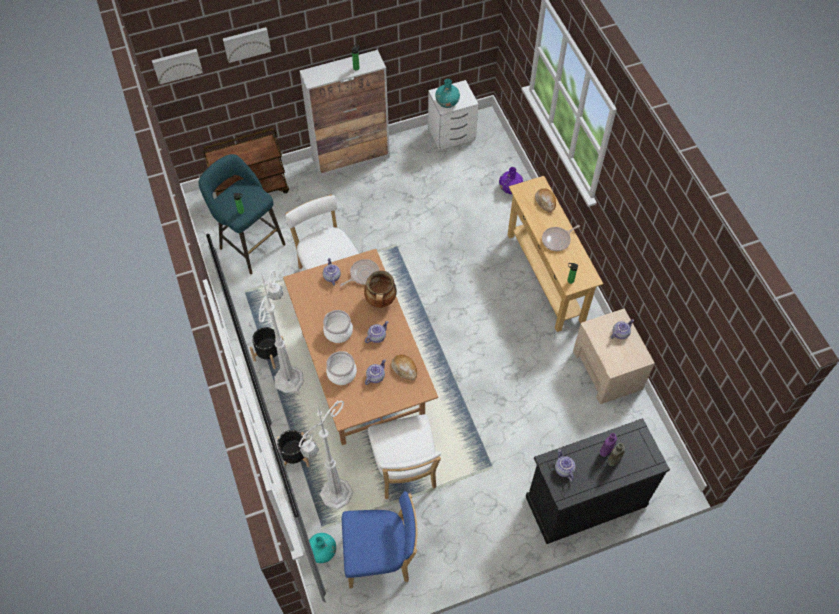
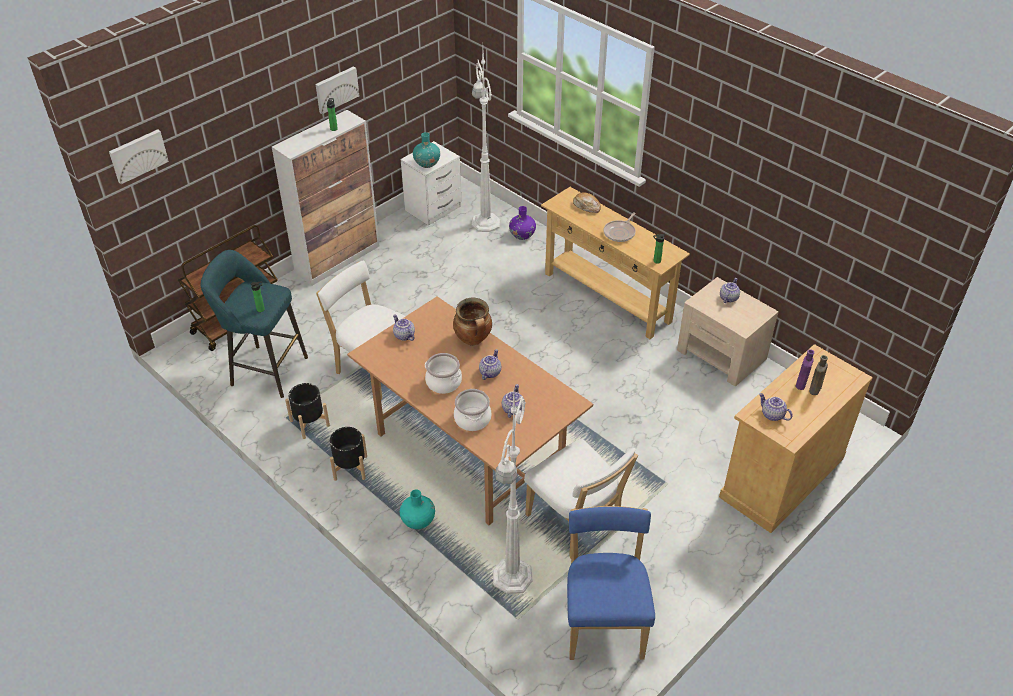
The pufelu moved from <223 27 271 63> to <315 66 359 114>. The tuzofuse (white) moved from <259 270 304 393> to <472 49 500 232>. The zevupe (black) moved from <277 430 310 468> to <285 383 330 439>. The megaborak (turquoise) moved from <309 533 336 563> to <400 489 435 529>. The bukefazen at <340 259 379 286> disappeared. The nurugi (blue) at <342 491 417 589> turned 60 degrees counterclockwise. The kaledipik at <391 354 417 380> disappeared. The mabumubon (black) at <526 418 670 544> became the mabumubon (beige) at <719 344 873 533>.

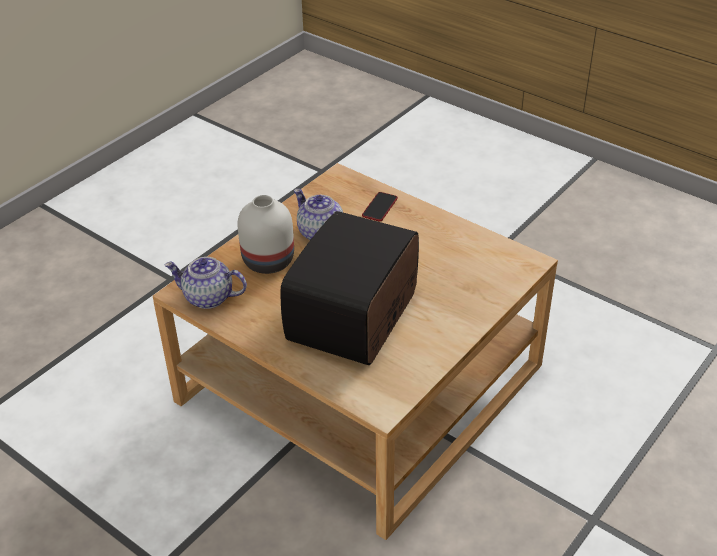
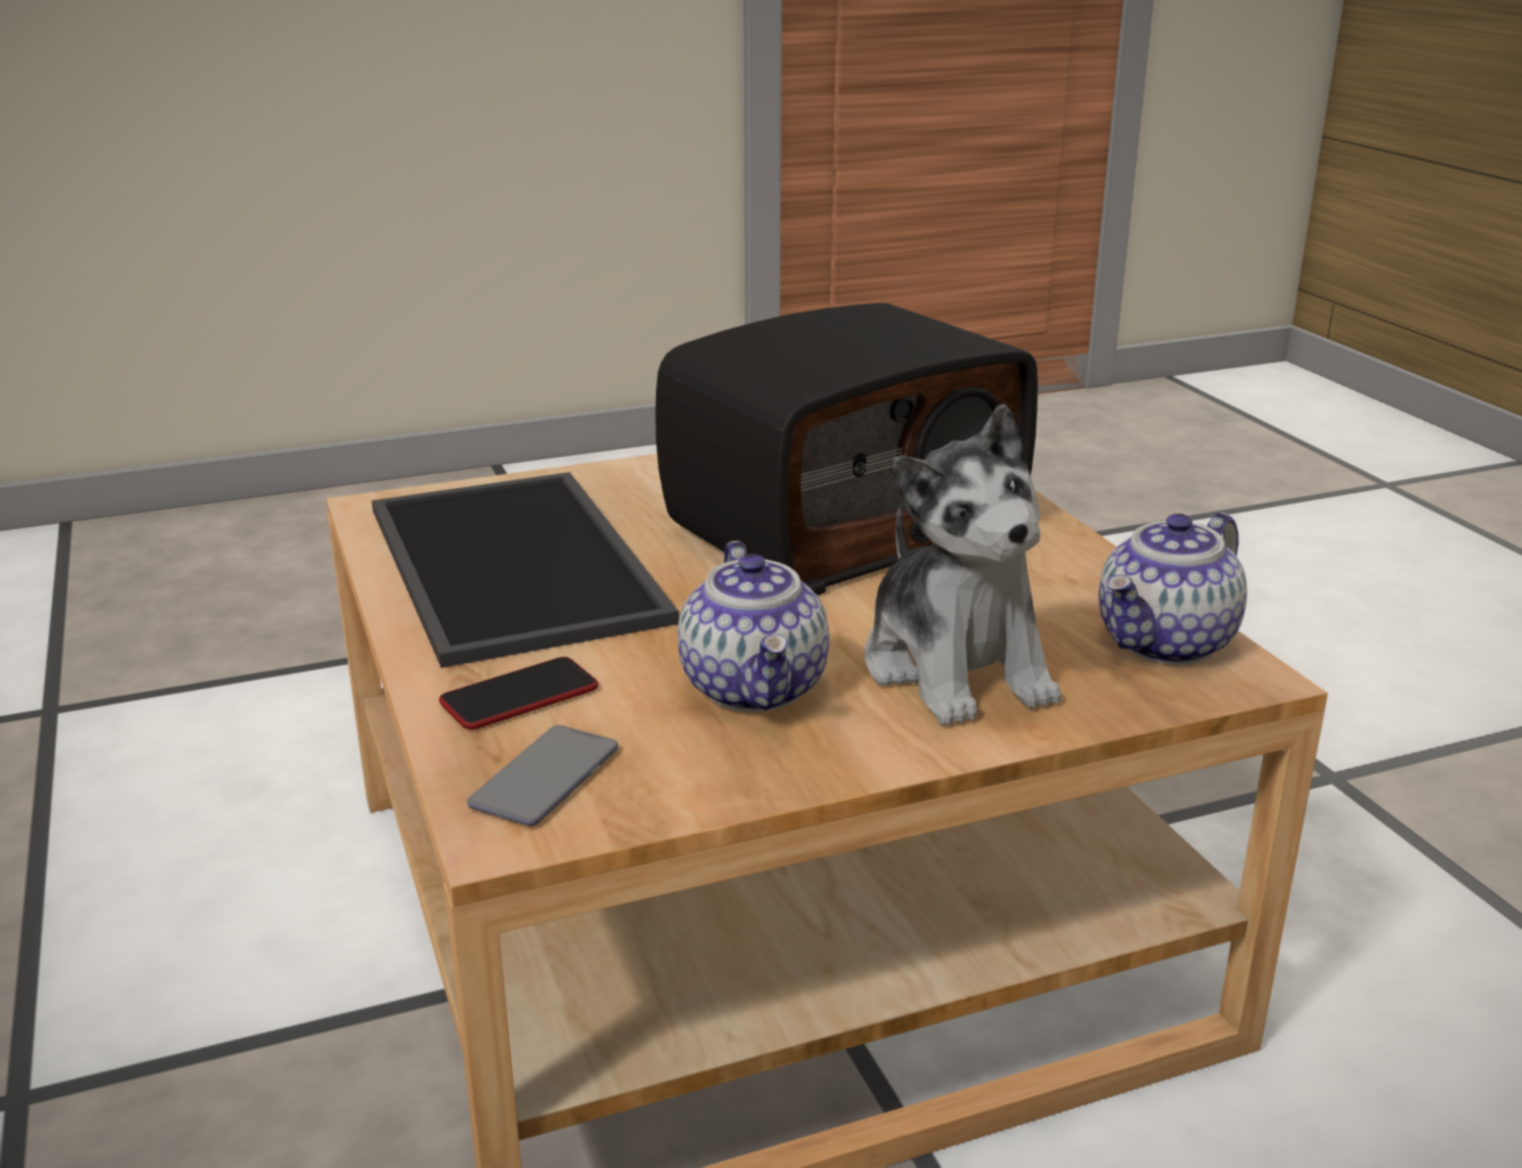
The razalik at <165 257 247 309> turned 90 degrees clockwise. The megaborak (white) at <237 195 294 274> was replaced by the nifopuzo at <864 403 1061 726>. The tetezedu at <372 472 679 668> appeared. The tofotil at <467 725 618 826> appeared.

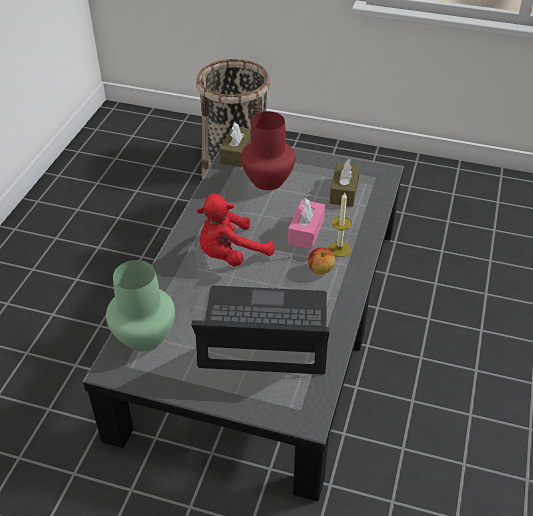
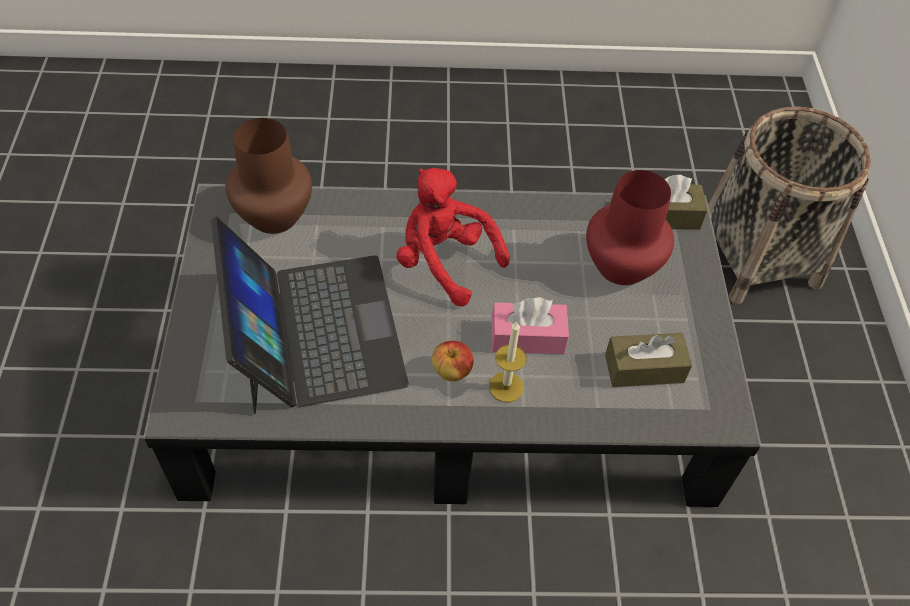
The megaborak (green) at <106 260 175 352> became the megaborak (brown) at <226 118 312 234>.

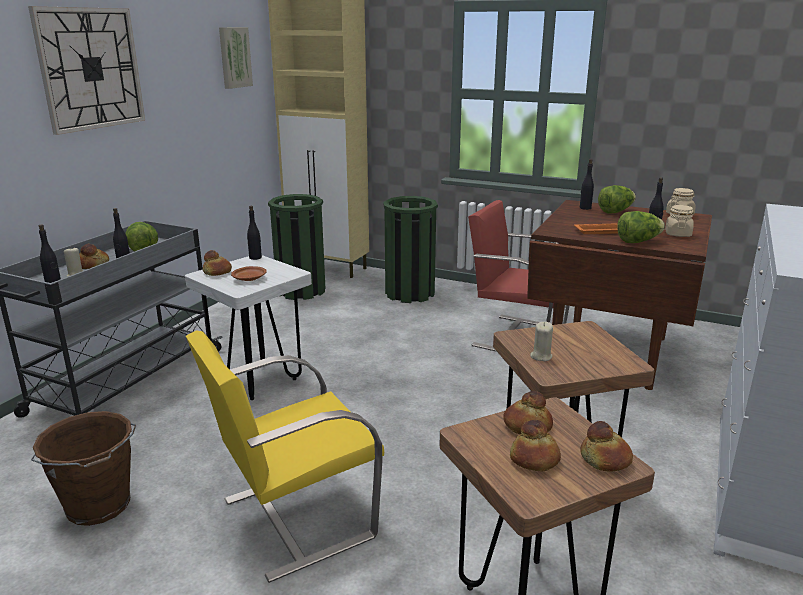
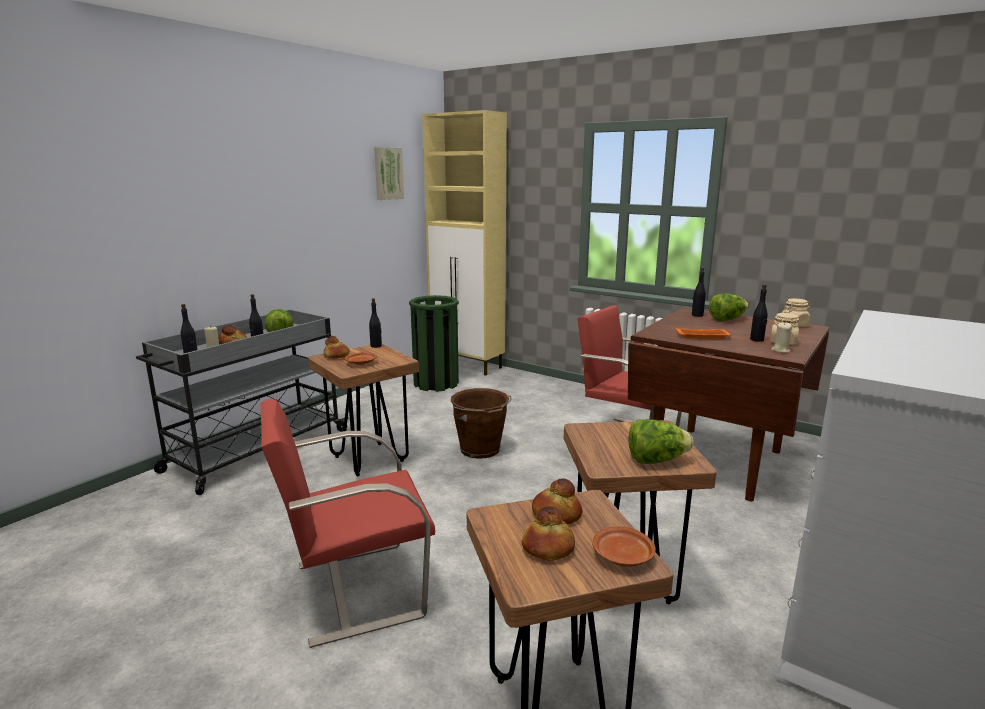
The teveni at <28 6 145 135> disappeared. The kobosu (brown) moved from <31 411 137 526> to <451 388 511 459>. The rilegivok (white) at <185 255 312 400> became the rilegivok (brown) at <308 344 419 476>. The nurugi (yellow) at <186 330 384 583> became the nurugi (red) at <260 399 435 648>. The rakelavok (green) at <383 196 438 303> disappeared. The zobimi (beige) moved from <530 322 553 361> to <771 322 792 353>. The kaledipik at <580 421 633 472> was replaced by the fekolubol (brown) at <592 526 656 567>. The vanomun moved from <617 211 665 243> to <629 419 693 464>.

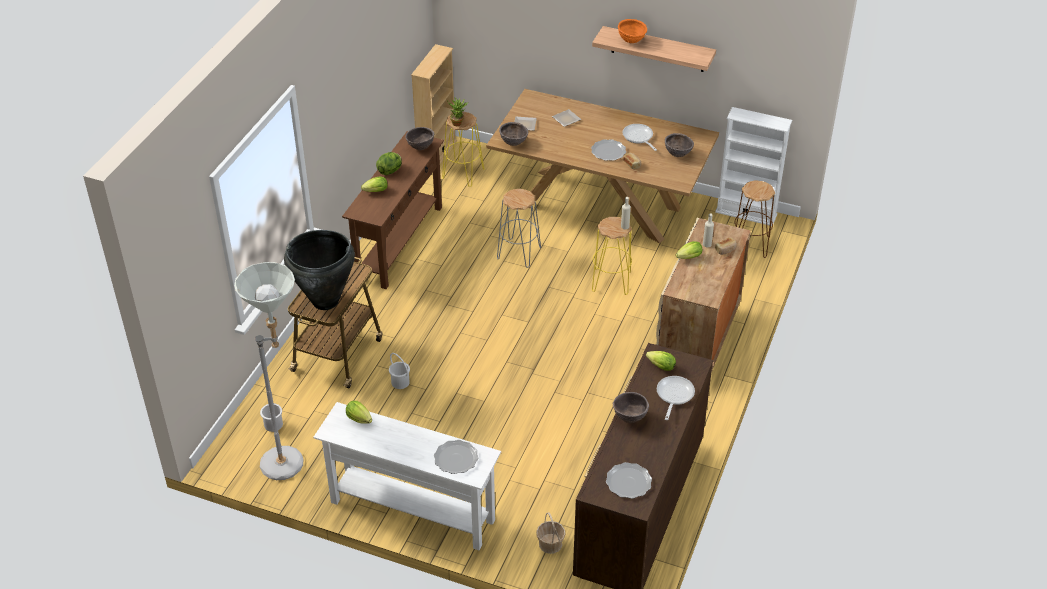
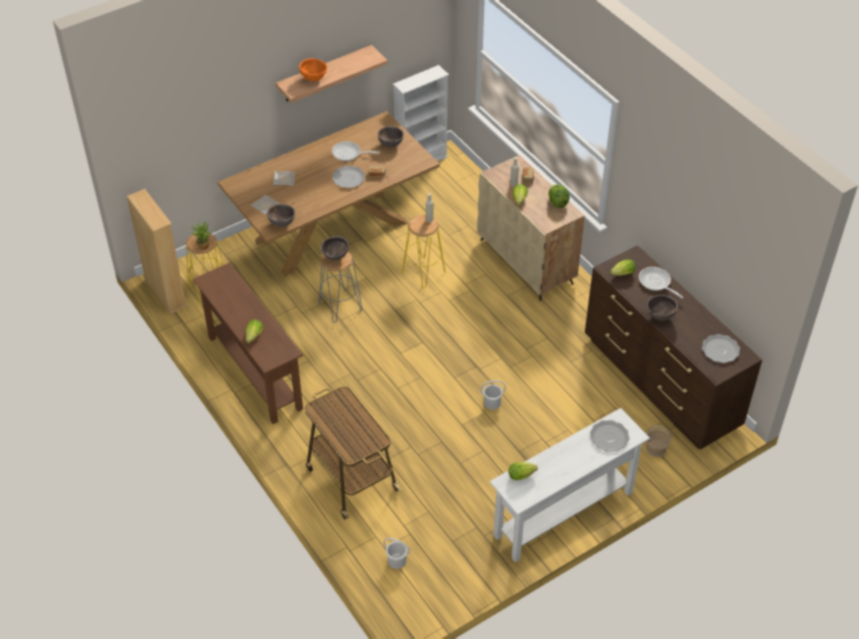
The tuzofuse (grey) at <234 262 303 480> disappeared. The megaborak (black) at <284 230 355 310> disappeared. The vanomun moved from <376 152 402 175> to <548 185 570 208>. The kobosu (white) moved from <389 353 410 389> to <480 380 506 410>. The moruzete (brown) moved from <405 127 434 150> to <320 236 349 261>. The rilegivok (brown) at <735 180 775 258> disappeared.

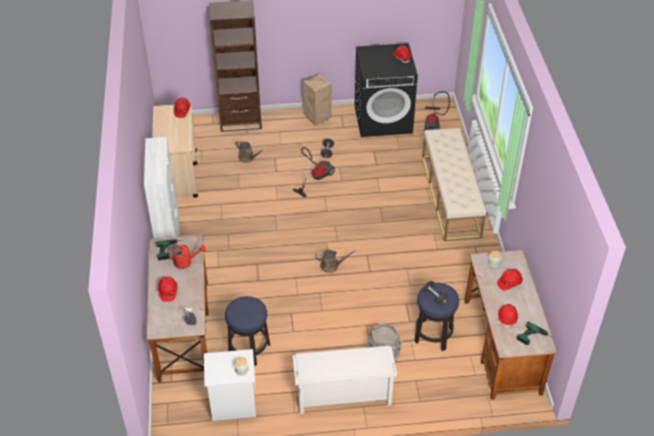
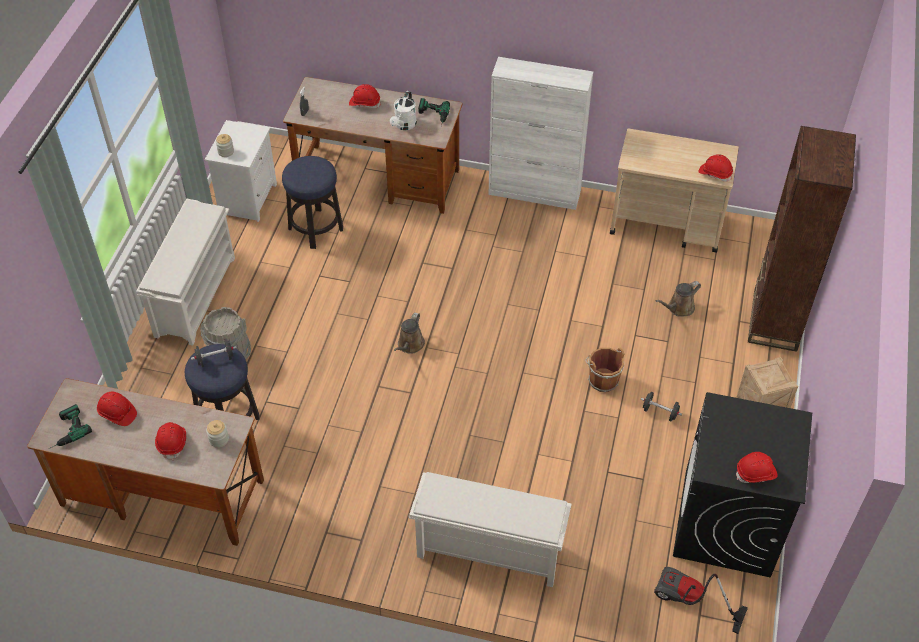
The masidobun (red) at <167 245 206 269> became the masidobun (white) at <390 91 417 130>. The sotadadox at <293 147 335 198> was replaced by the kobosu (brown) at <585 348 624 392>. The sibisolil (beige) at <422 128 486 241> was replaced by the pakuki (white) at <409 472 572 587>.

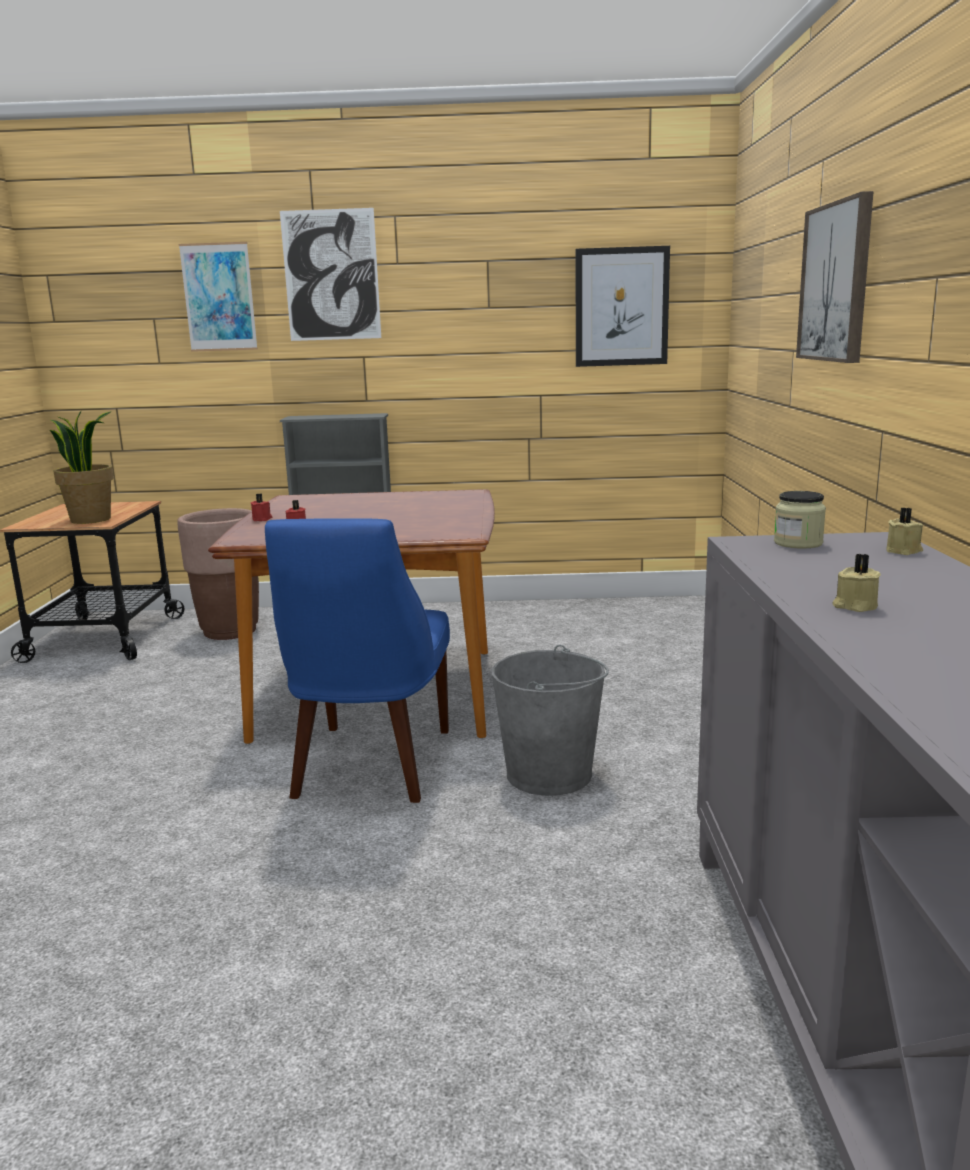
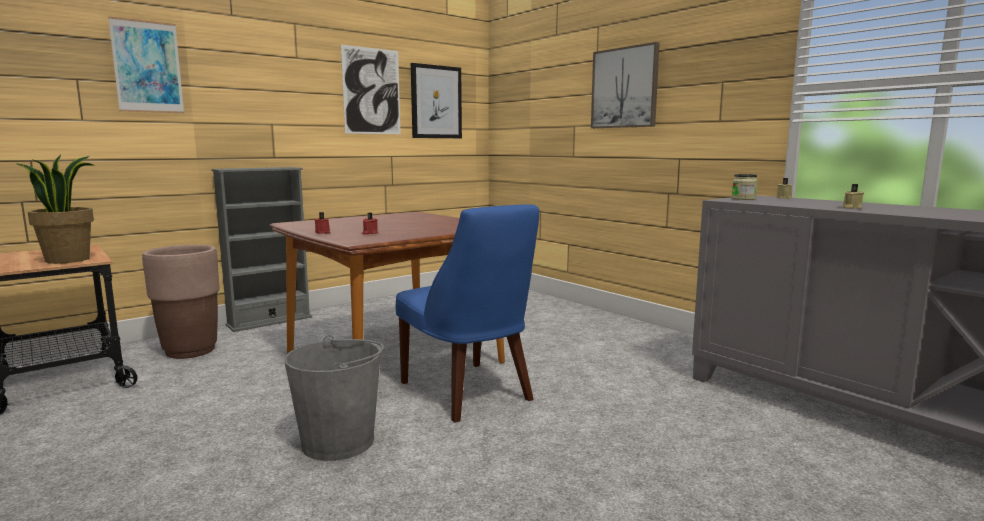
The pufelu moved from <280 208 381 341> to <341 45 401 134>. The kobosu (grey) moved from <492 645 609 796> to <284 335 384 461>.

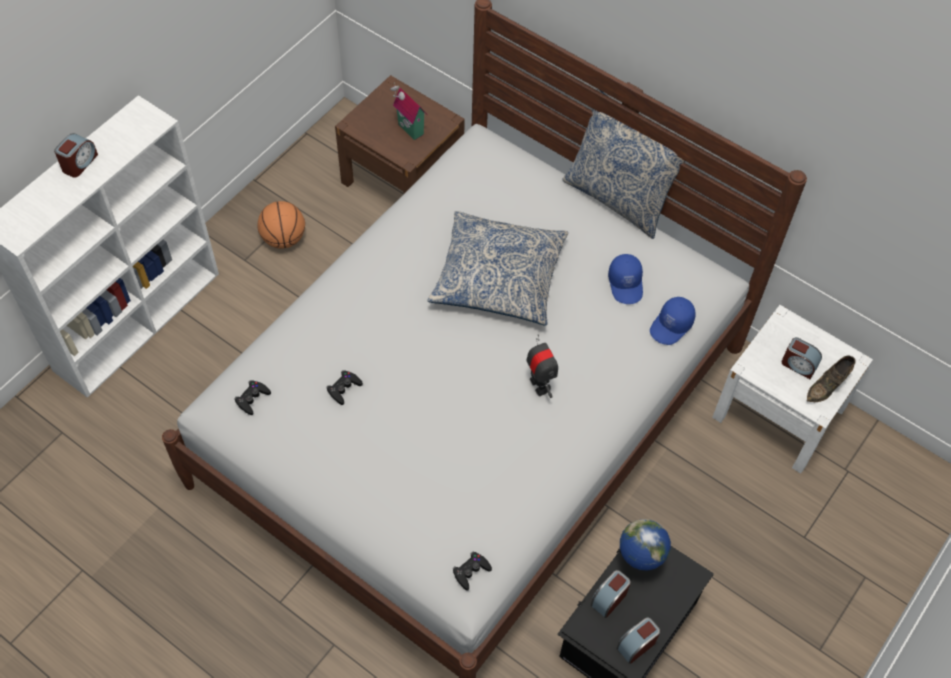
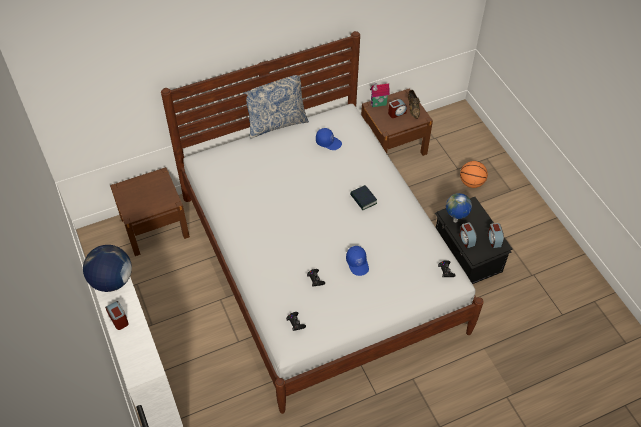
The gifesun moved from <257 201 305 249> to <460 161 488 188>. The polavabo moved from <390 83 427 140> to <370 83 390 107>. The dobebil at <427 211 568 326> disappeared. The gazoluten at <526 335 558 398> was replaced by the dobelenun at <350 185 377 210>. The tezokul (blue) moved from <650 297 696 345> to <346 246 369 276>. The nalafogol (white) at <712 305 873 474> became the nalafogol (brown) at <361 88 433 156>. The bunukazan at <83 245 132 292> appeared.

